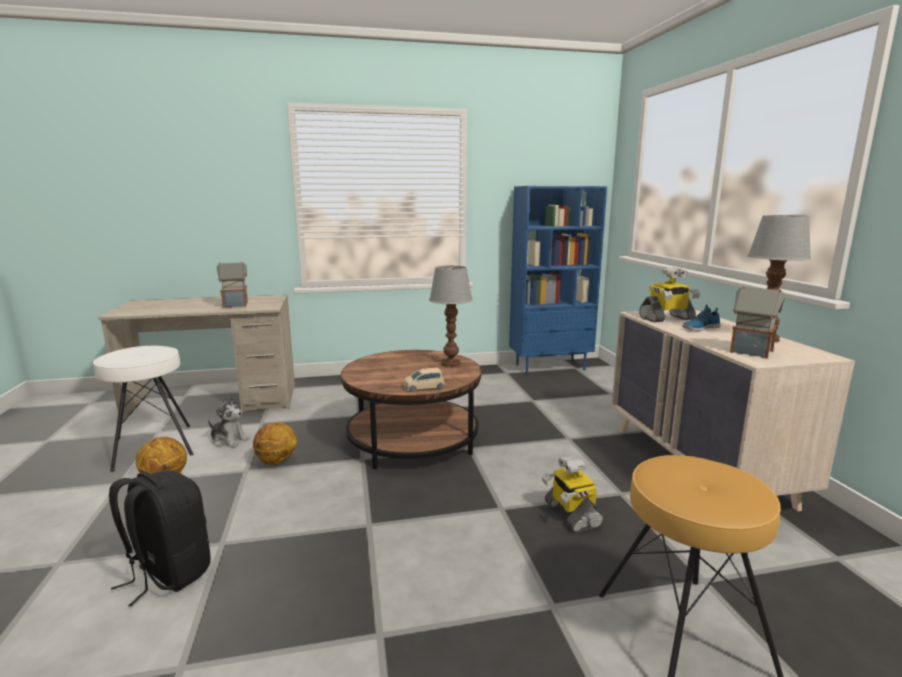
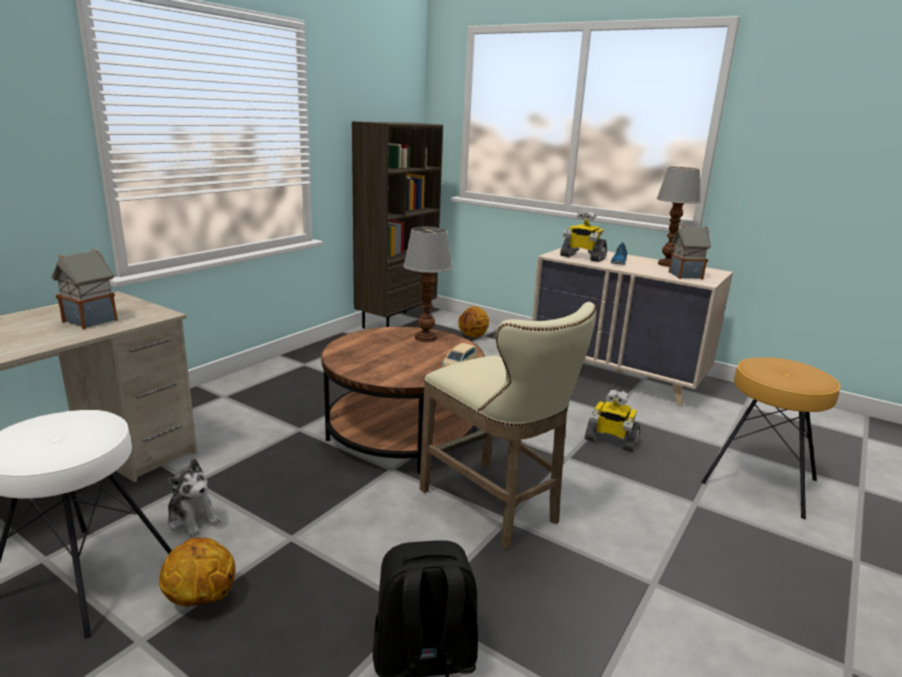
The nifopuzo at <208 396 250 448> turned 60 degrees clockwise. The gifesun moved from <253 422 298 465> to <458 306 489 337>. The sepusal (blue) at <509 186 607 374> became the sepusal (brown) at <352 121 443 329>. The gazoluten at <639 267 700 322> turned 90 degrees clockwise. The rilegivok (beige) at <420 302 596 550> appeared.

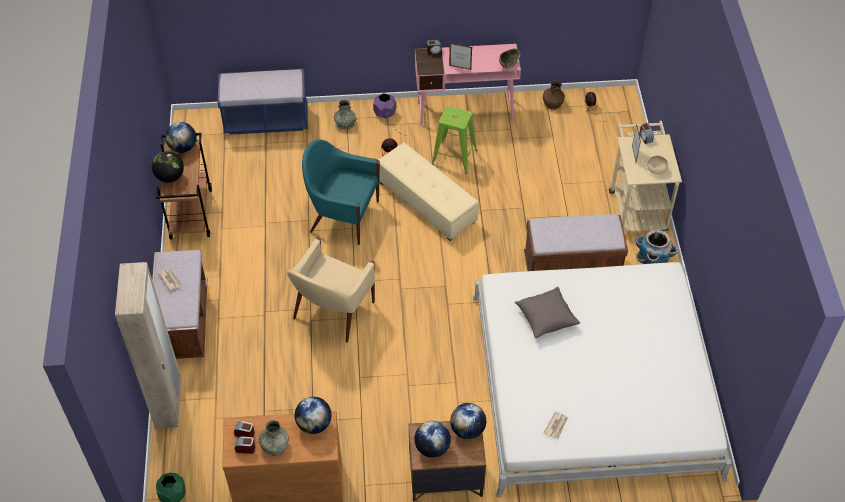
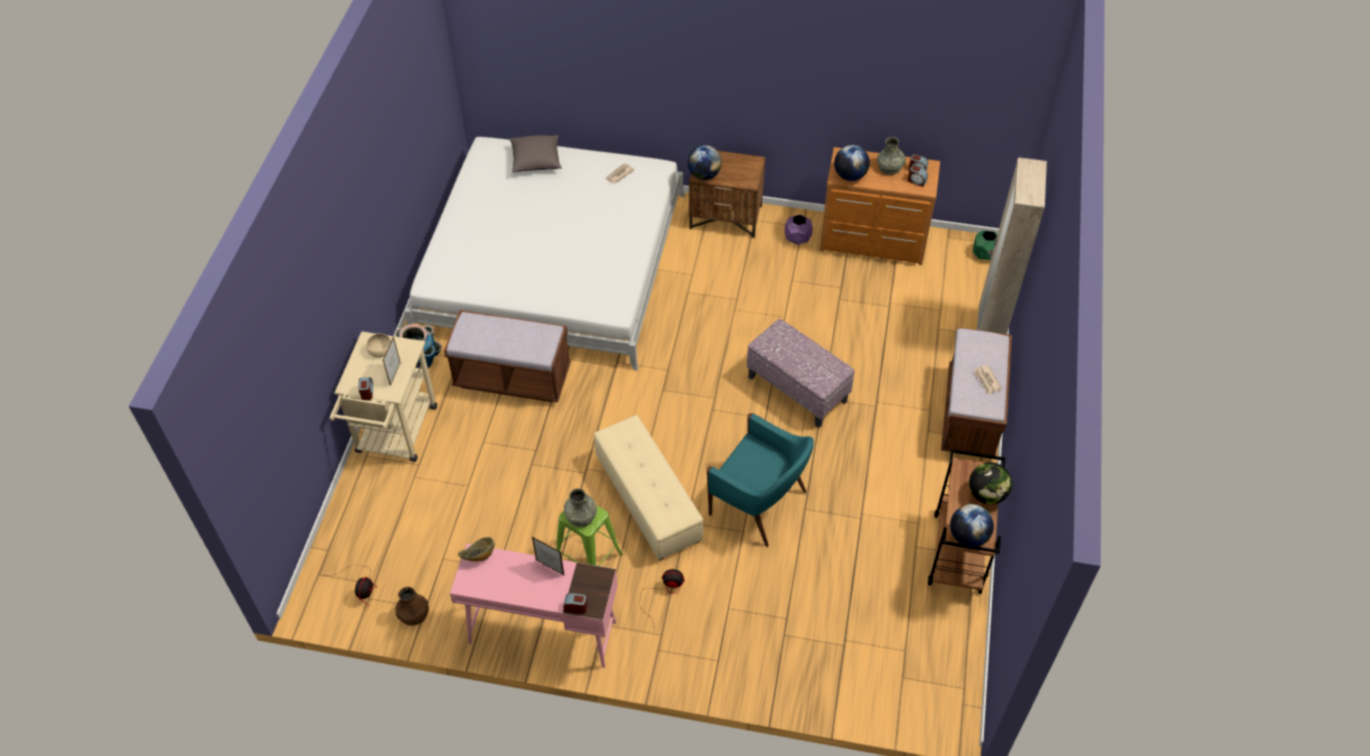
The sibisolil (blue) at <218 69 308 135> disappeared. The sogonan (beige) at <287 238 375 343> was replaced by the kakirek at <747 319 854 428>. The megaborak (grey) moved from <334 100 356 130> to <564 488 597 527>. The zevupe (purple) moved from <373 93 396 118> to <784 214 813 245>. The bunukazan at <414 421 451 458> disappeared. The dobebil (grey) moved from <515 287 580 338> to <510 135 562 173>.

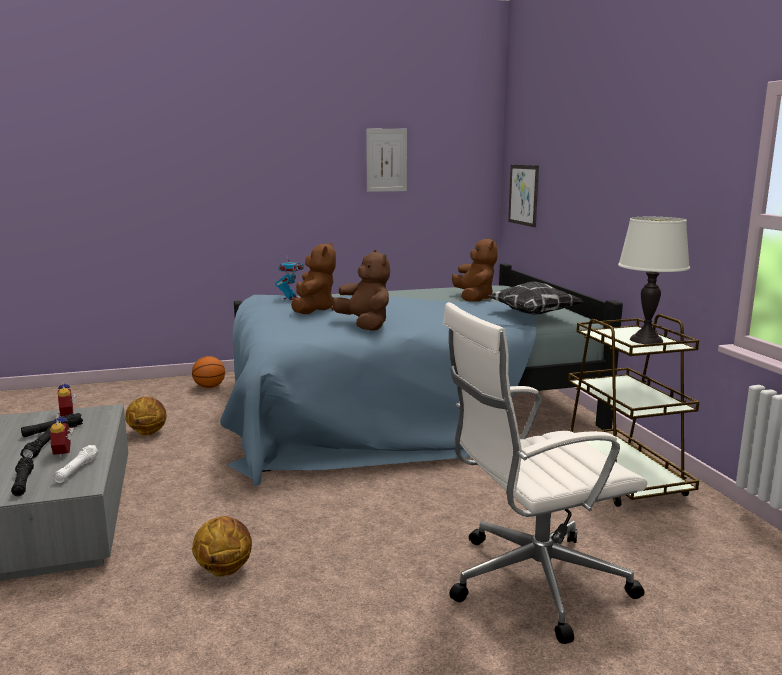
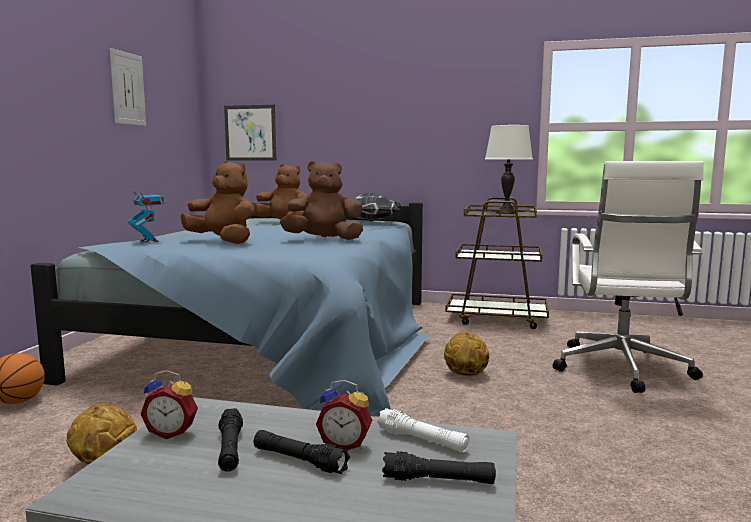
The gifesun moved from <192 516 252 577> to <444 332 489 376>.

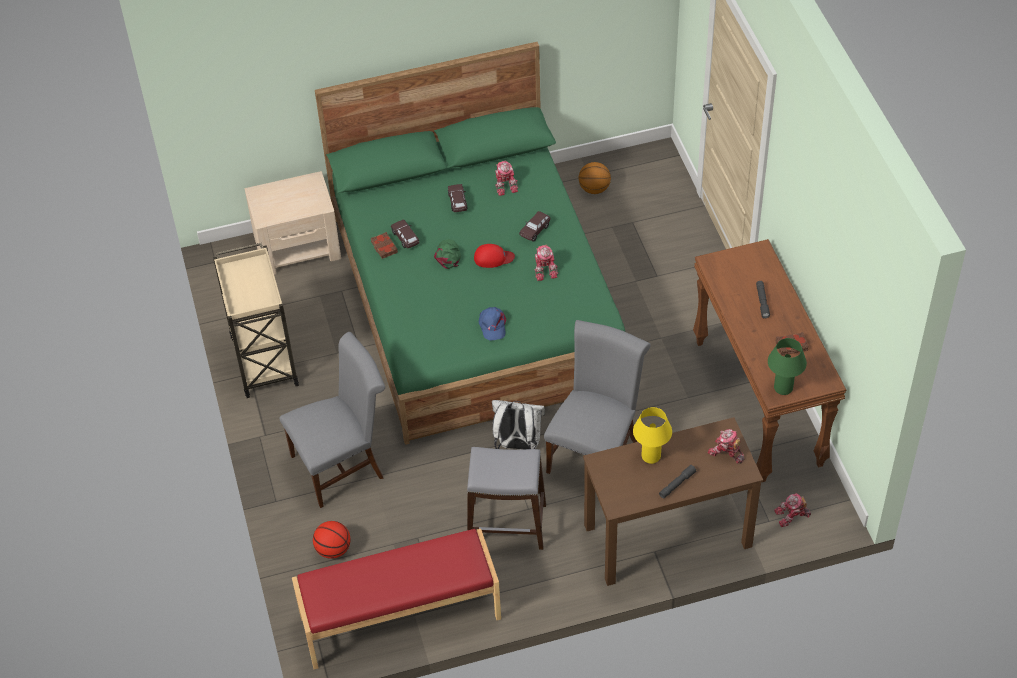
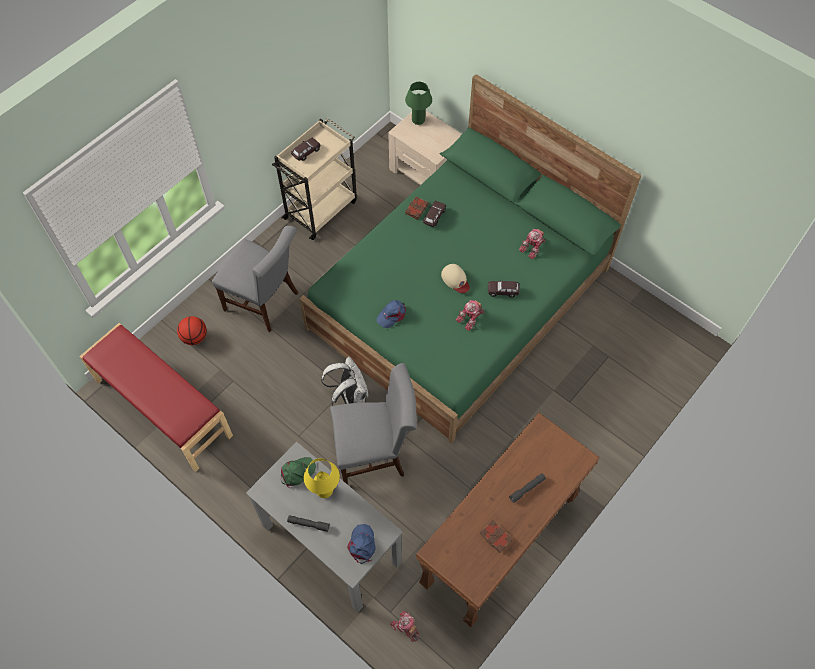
The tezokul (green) moved from <434 239 461 269> to <281 457 316 488>. The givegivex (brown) moved from <448 184 468 212> to <291 138 321 161>. The rilegivok (grey) at <467 447 546 550> disappeared. The tezokul (red) at <474 244 515 268> became the tezokul (beige) at <441 264 470 293>. The gifesun at <579 162 611 194> disappeared. The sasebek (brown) at <583 417 763 586> became the sasebek (grey) at <246 442 403 612>. The gazoluten at <707 429 745 463> was replaced by the tezokul (blue) at <347 524 375 564>. The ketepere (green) moved from <768 338 807 395> to <405 82 432 125>.

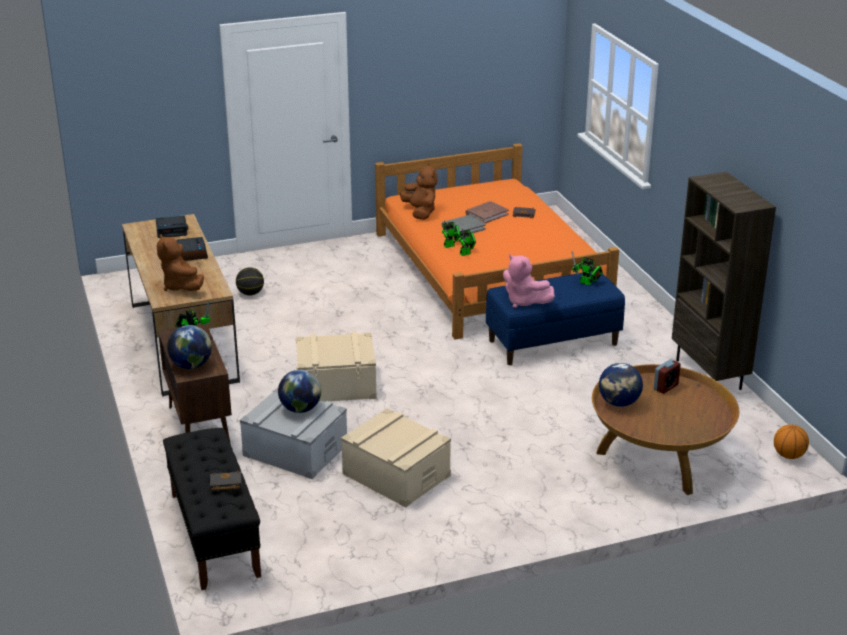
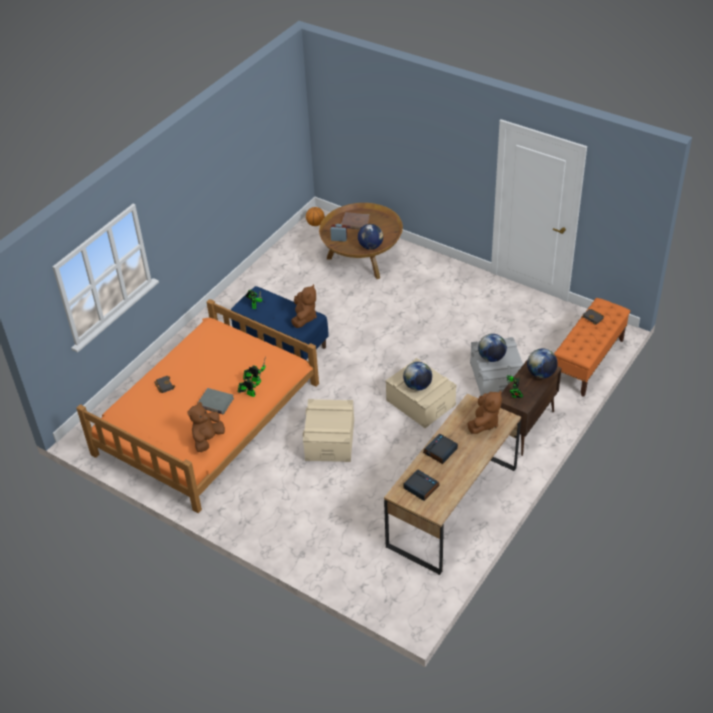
The sibisolil (black) at <163 428 261 590> became the sibisolil (orange) at <554 298 630 397>. The gifesun at <236 268 264 296> disappeared. The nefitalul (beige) moved from <341 408 451 508> to <302 399 354 462>. The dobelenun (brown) moved from <465 201 509 224> to <341 212 370 230>. The nifopuzo (pink) at <503 254 555 308> became the nifopuzo (brown) at <291 284 317 328>. The sepusal (brown) at <672 172 776 390> disappeared. The bunukazan at <403 362 432 391> appeared.

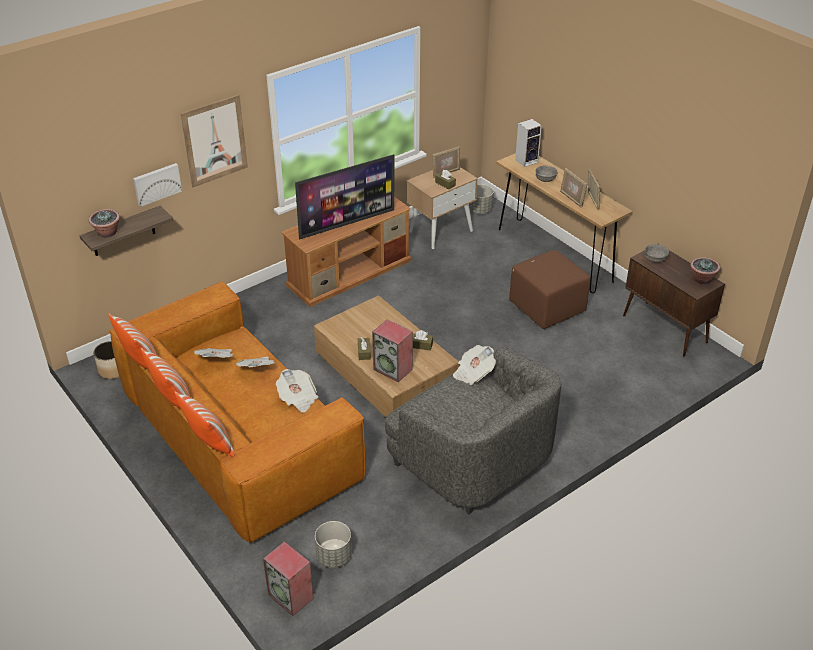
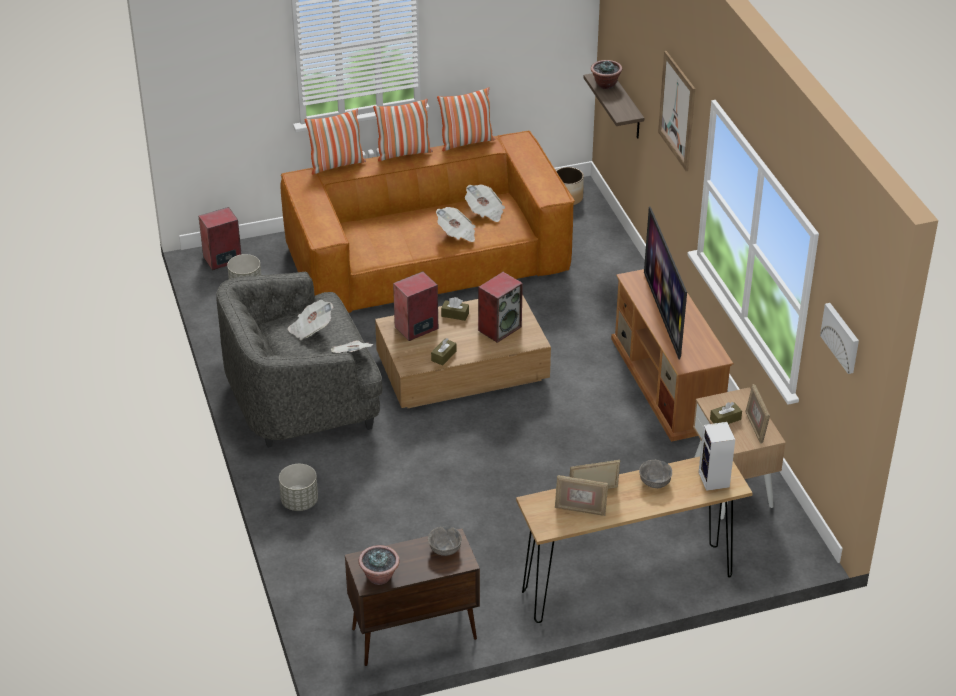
The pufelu moved from <133 163 182 207> to <820 303 859 374>. The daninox moved from <276 369 318 412> to <288 300 333 340>. The zevupe (grey) moved from <469 184 494 214> to <279 464 318 511>. The kakirek (brown) at <509 250 590 329> disappeared. The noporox at <478 272 523 343> appeared.

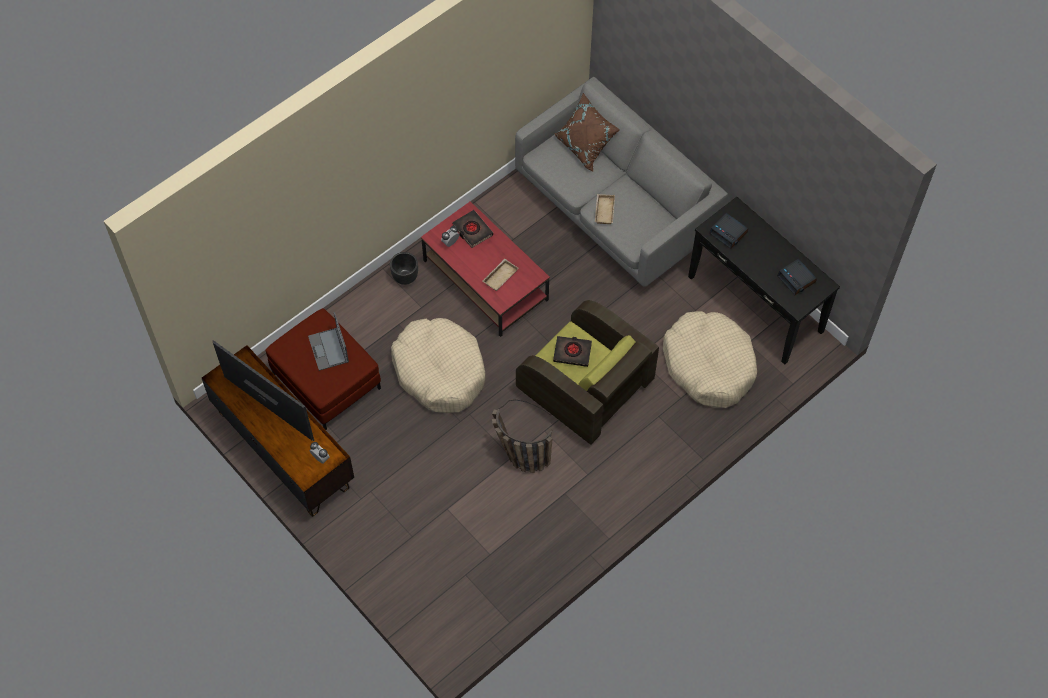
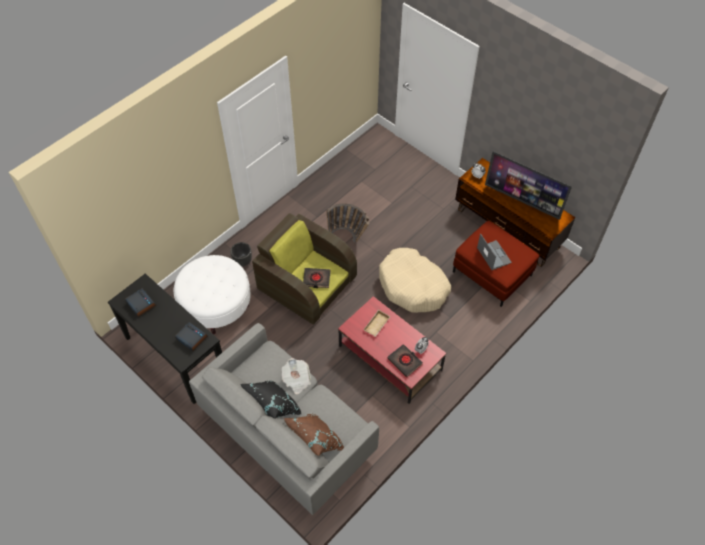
The zevupe (black) moved from <390 252 418 285> to <230 242 252 266>. The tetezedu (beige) at <595 194 615 224> was replaced by the daninox at <282 358 311 394>. The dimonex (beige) at <663 311 757 408> was replaced by the kakirek (white) at <174 255 251 334>. The dobebil (black) at <240 380 301 418> appeared.

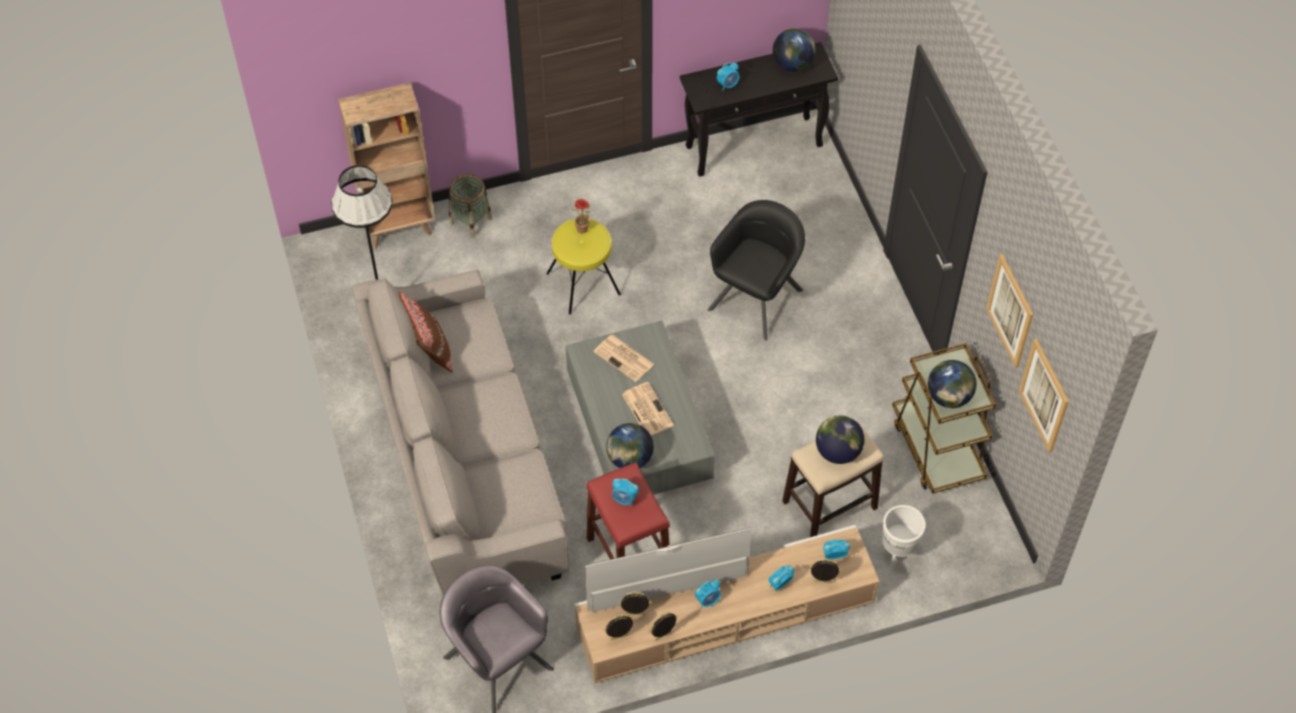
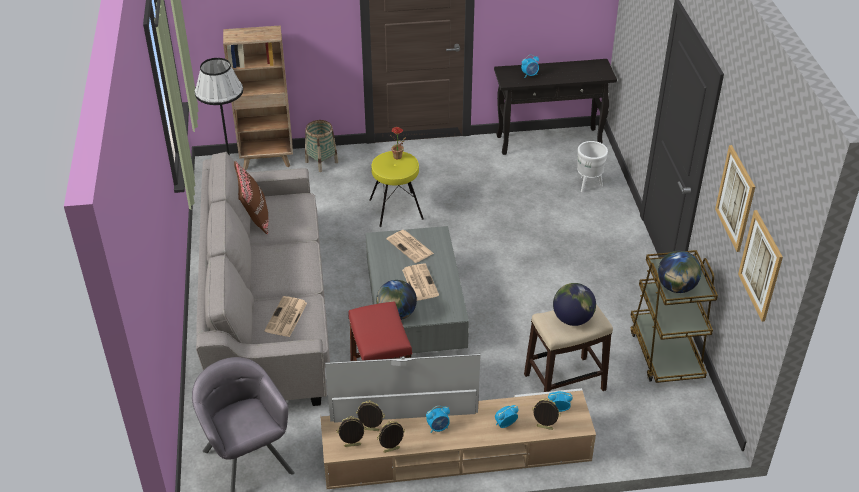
The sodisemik at <612 478 639 506> disappeared. The sogonan (black) at <708 200 805 340> disappeared. The bunukazan at <773 29 816 72> disappeared. The zevupe (white) moved from <882 505 926 569> to <577 141 608 192>. The daninox at <264 296 307 337> appeared.

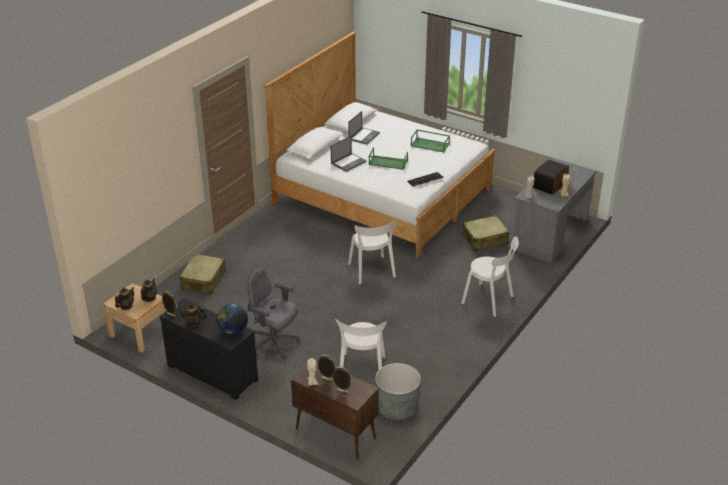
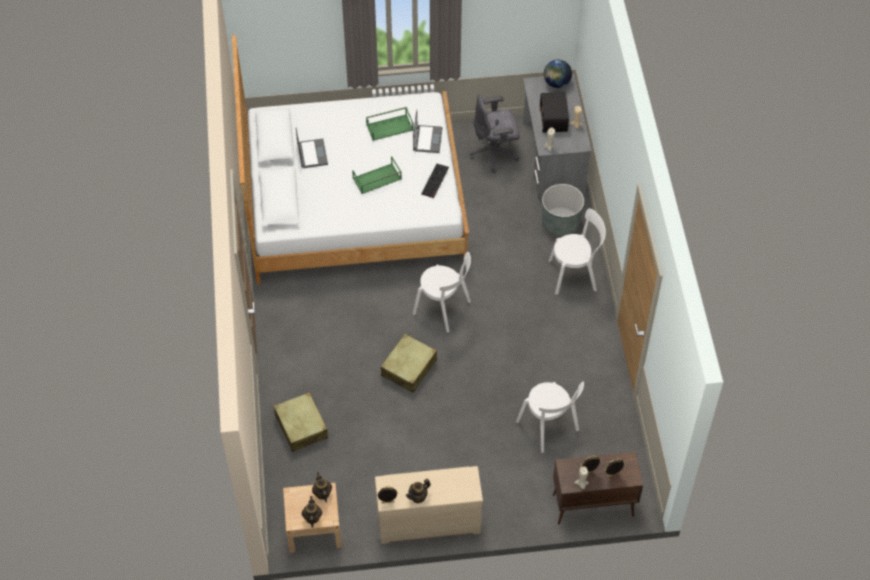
The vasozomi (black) at <160 299 258 400> became the vasozomi (beige) at <375 466 483 544>. The bunukazan moved from <217 304 248 335> to <544 59 572 88>. The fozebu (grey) moved from <247 268 300 359> to <470 94 520 173>. The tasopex moved from <331 136 366 172> to <413 110 443 153>. The zevupe (grey) moved from <375 363 421 420> to <542 184 584 236>. The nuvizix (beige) moved from <462 215 509 251> to <381 334 437 393>.

